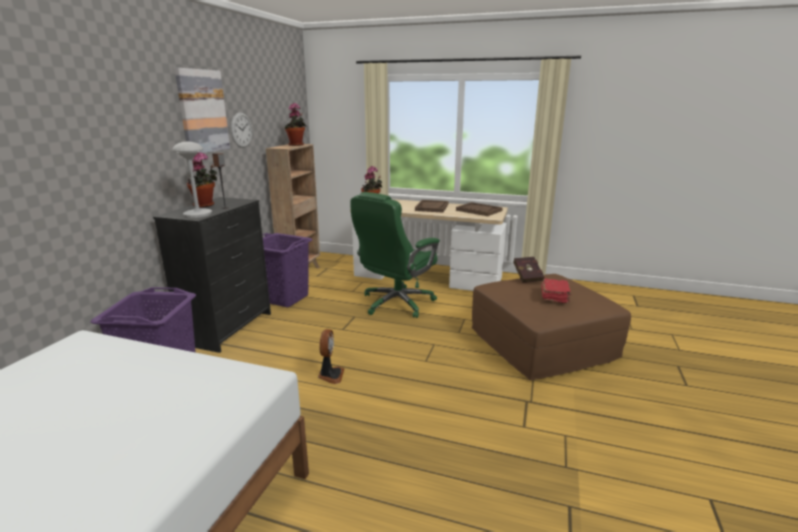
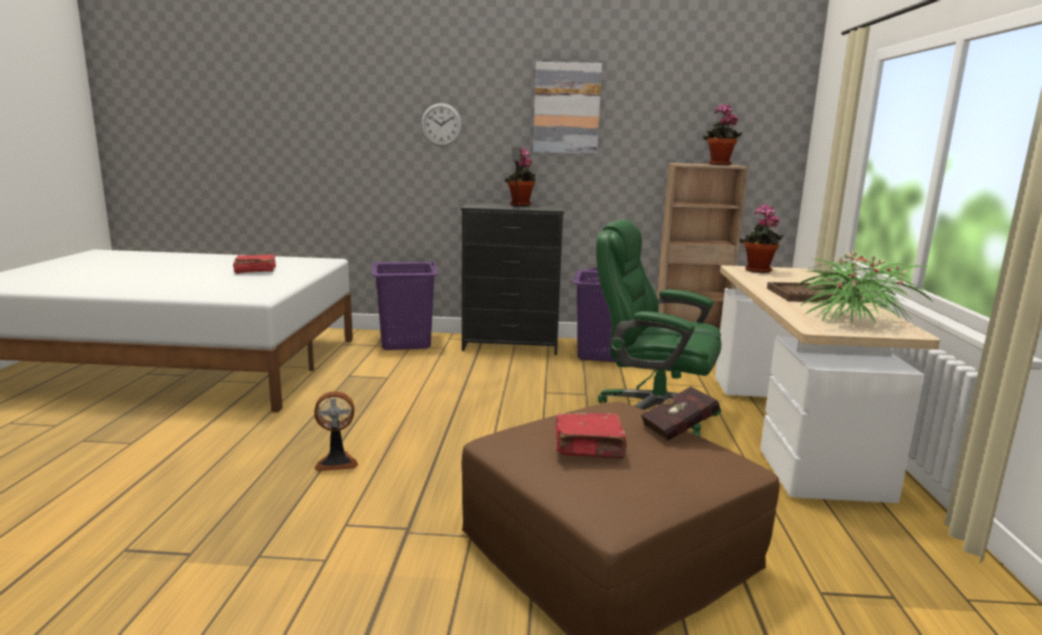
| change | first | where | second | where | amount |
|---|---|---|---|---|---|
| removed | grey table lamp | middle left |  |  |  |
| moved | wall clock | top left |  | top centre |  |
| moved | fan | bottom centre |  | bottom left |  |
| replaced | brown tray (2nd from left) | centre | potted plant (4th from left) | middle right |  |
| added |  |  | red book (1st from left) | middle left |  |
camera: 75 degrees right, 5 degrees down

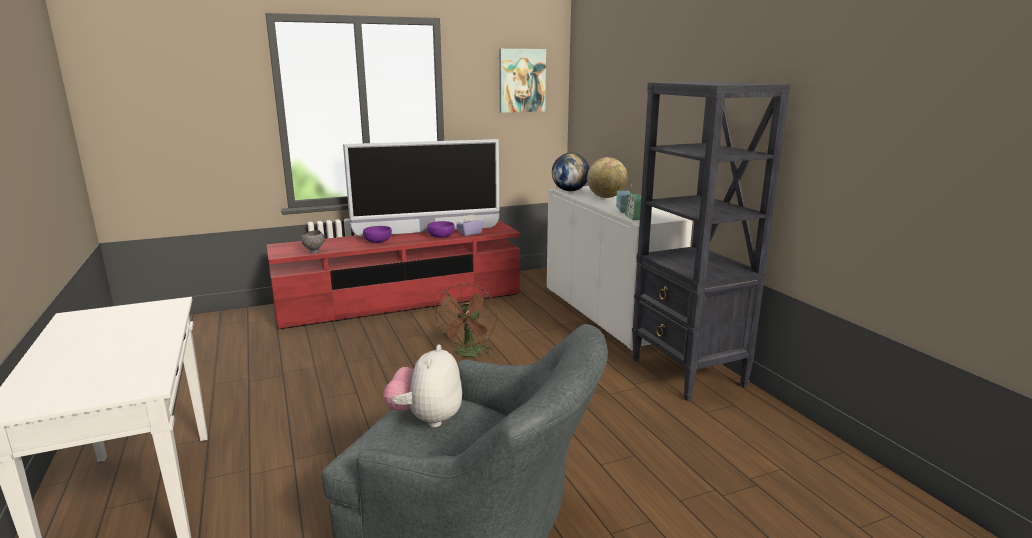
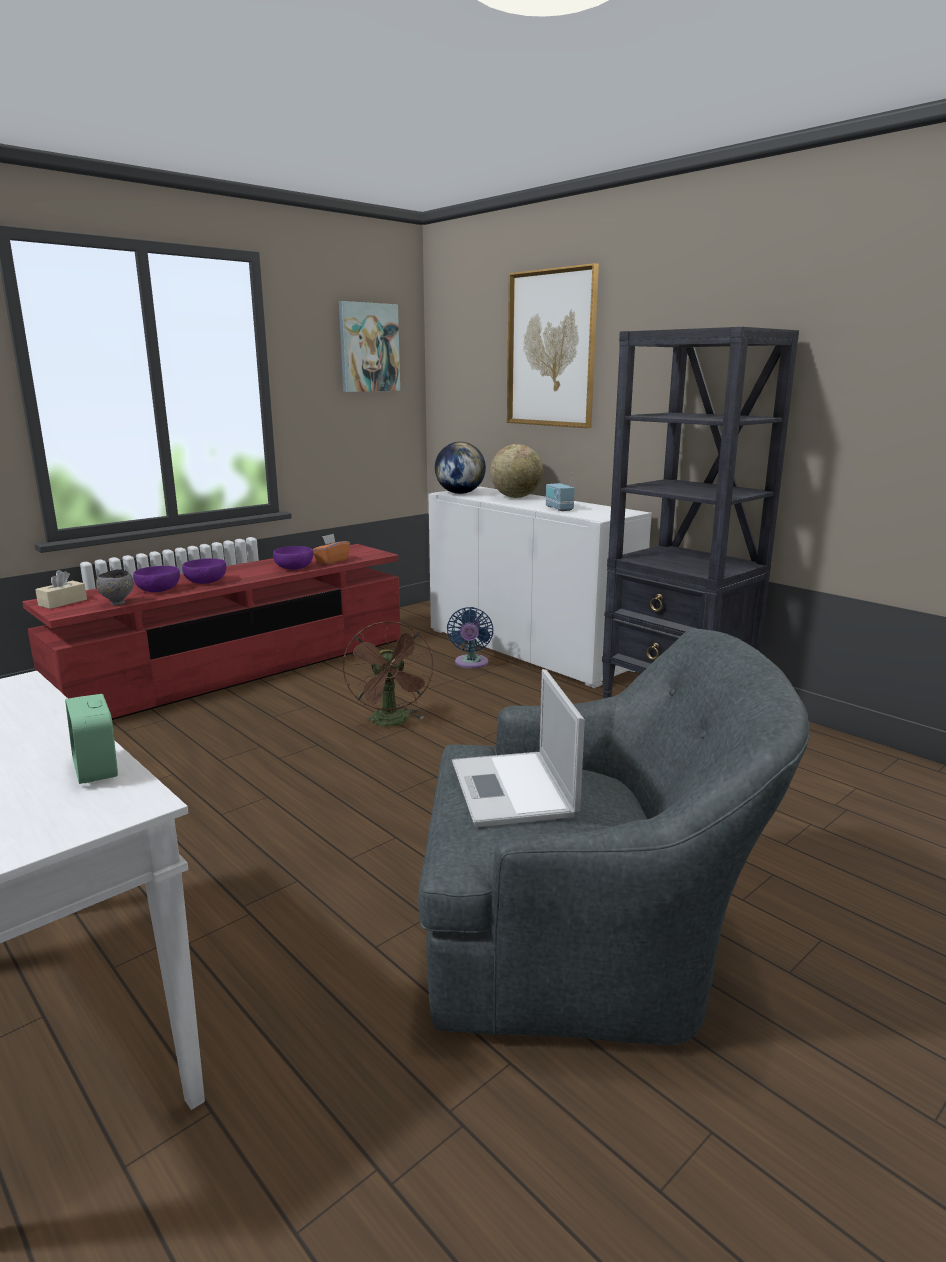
| change | first | where | second | where | amount |
|---|---|---|---|---|---|
| removed | television | centre |  |  |  |
| replaced | plush toy | bottom centre | laptop | centre |  |
| recoloured | purple tissue box | centre | orange tissue box | centre |  |
| moved | alarm clock | centre |  | middle left |  |
| added |  |  | beige tissue box | middle left |  |
| added |  |  | purple bowl (1st from left) | middle left |  |
| added |  |  | blue fan | centre |  |
| added |  |  | picture (2nd from left) | top centre |  |
camera: 20 degrees left, 0 degrees up

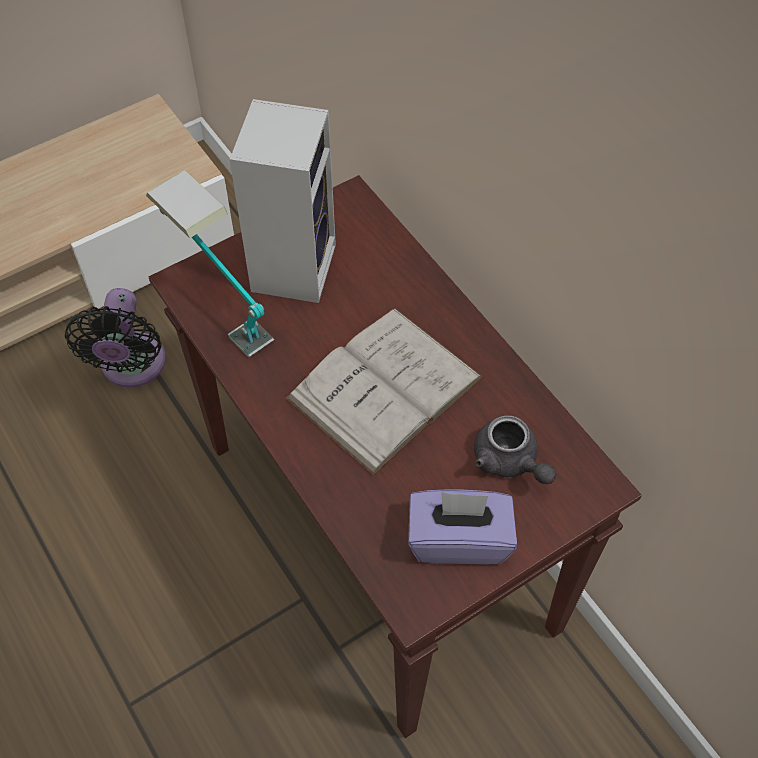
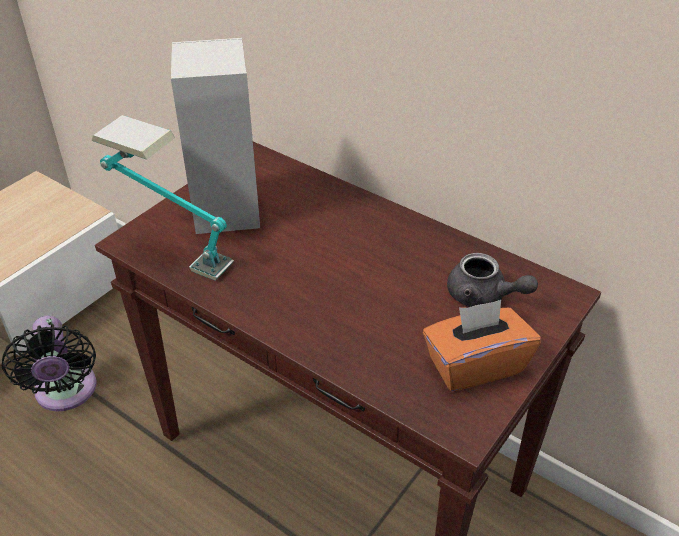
| change | first | where | second | where | amount |
|---|---|---|---|---|---|
| removed | white book | centre |  |  |  |
| recoloured | purple tissue box | bottom centre | orange tissue box | middle right |  |
camera: 20 degrees left, 15 degrees down

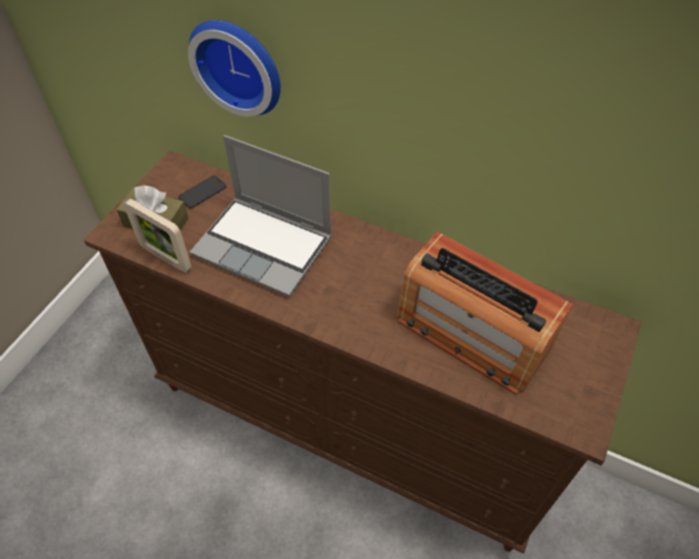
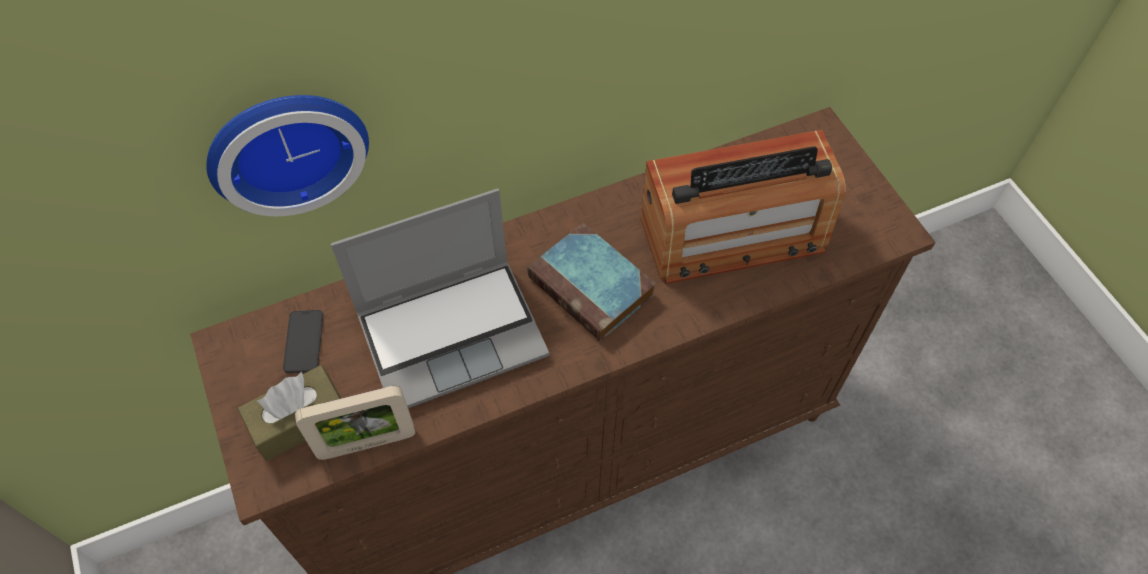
| change | first | where | second | where | amount |
|---|---|---|---|---|---|
| added |  |  | book | centre |  |
camera: 50 degrees left, 5 degrees up

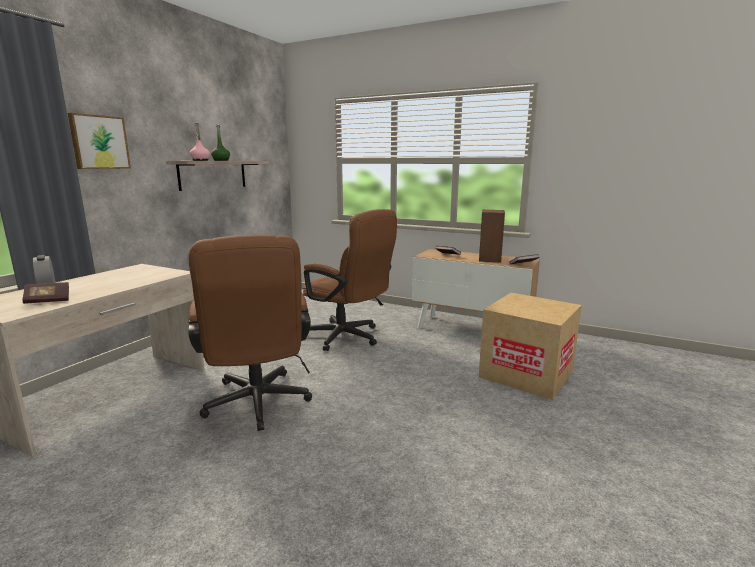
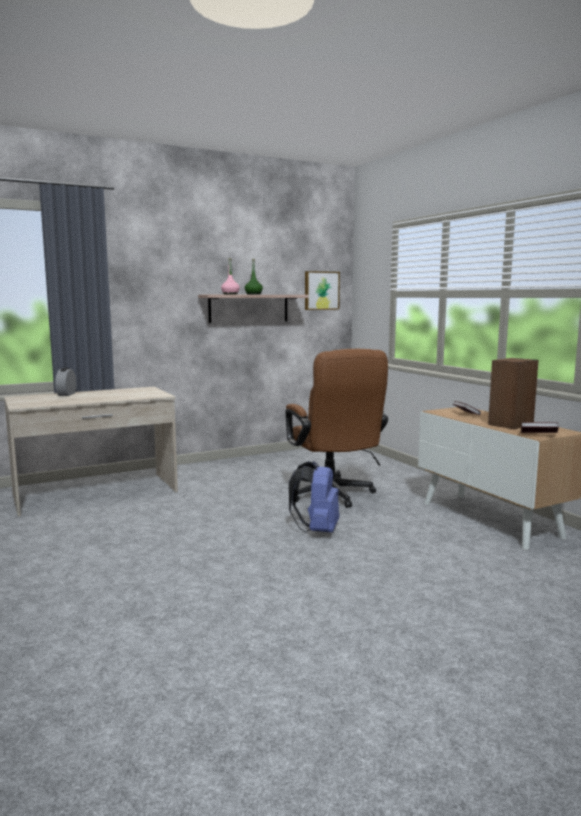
| change | first | where | second | where | amount |
|---|---|---|---|---|---|
| removed | book (1st from left) | middle left |  |  |  |
| moved | picture | top left |  | centre |  |
| removed | brown office chair (1st from left) | middle left |  |  |  |
| removed | cardboard box | middle right |  |  |  |
| added |  |  | blue backpack | centre |  |
camera: 35 degrees right, 5 degrees down

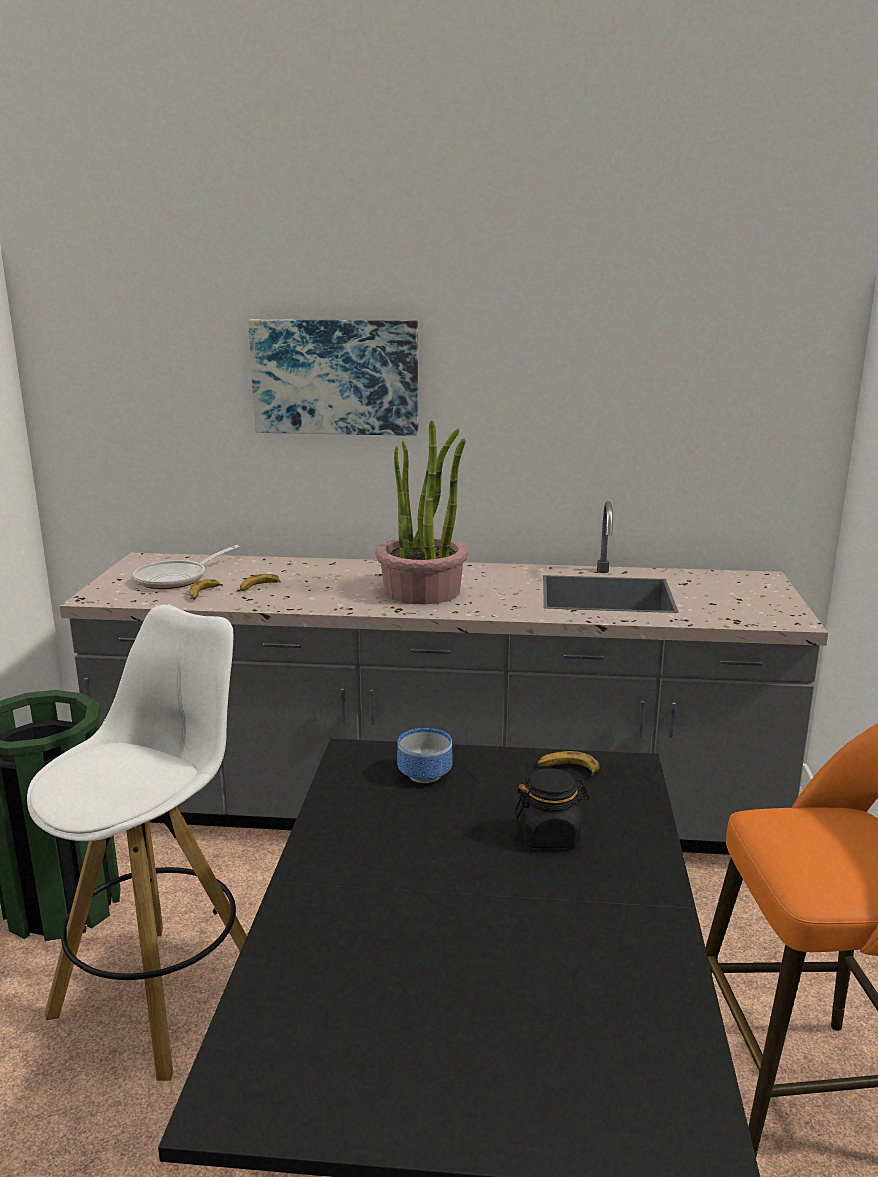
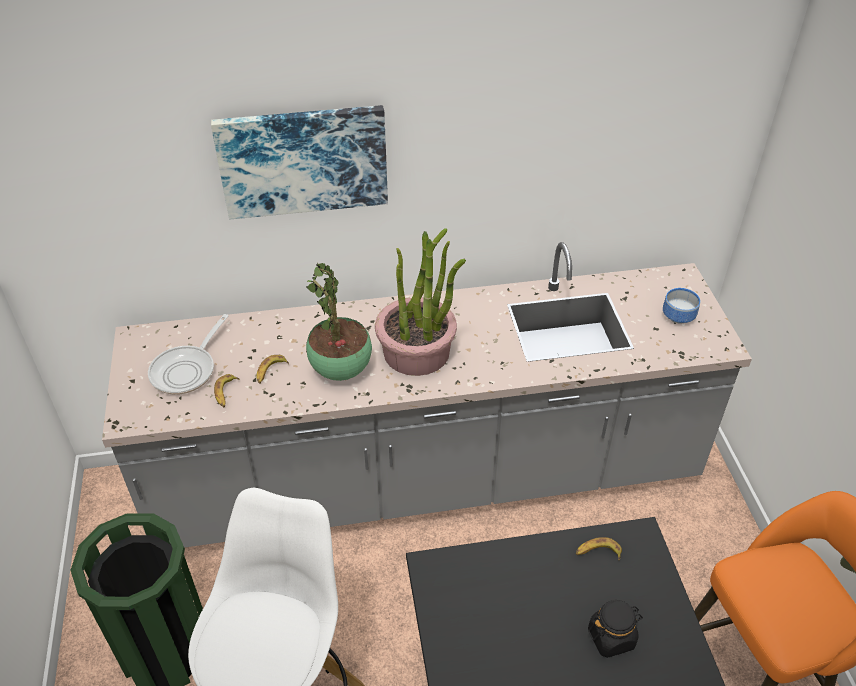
| change | first | where | second | where | amount |
|---|---|---|---|---|---|
| moved | bowl | centre |  | middle right |  |
| added |  |  | potted plant (1st from left) | centre |  |
camera: 15 degrees left, 25 degrees up

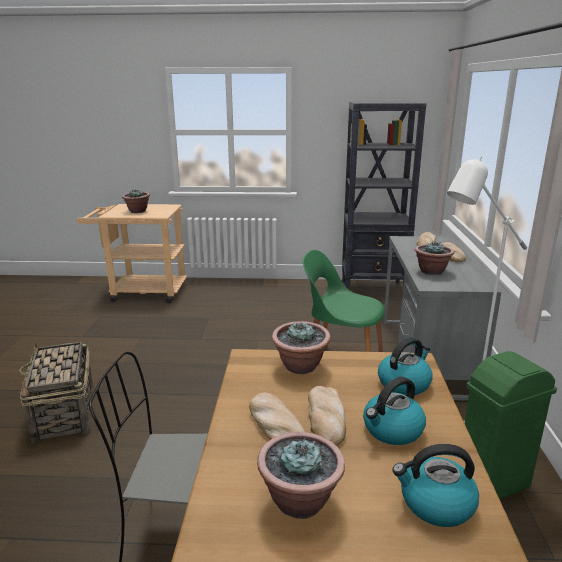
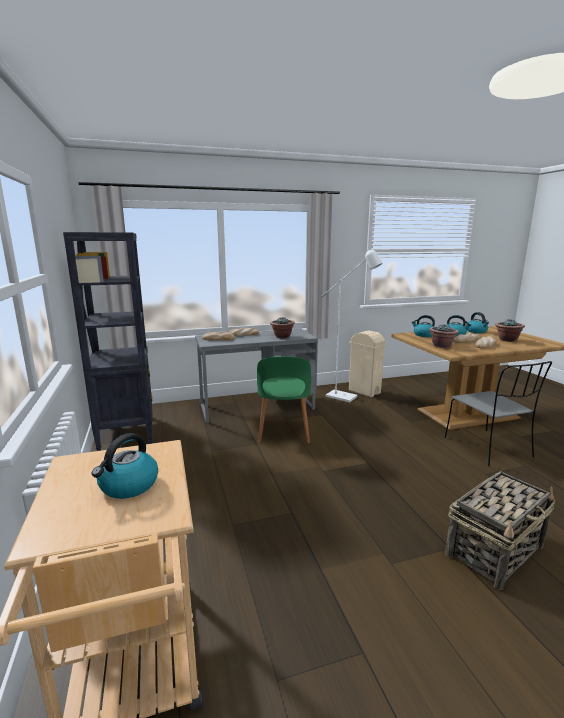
| change | first | where | second | where | amount |
|---|---|---|---|---|---|
| replaced | potted plant (1st from left) | middle left | kettle (1st from left) | middle left |  |
| recoloured | green trash can | bottom right | beige trash can | centre |  |
camera: 110 degrees left, 5 degrees down

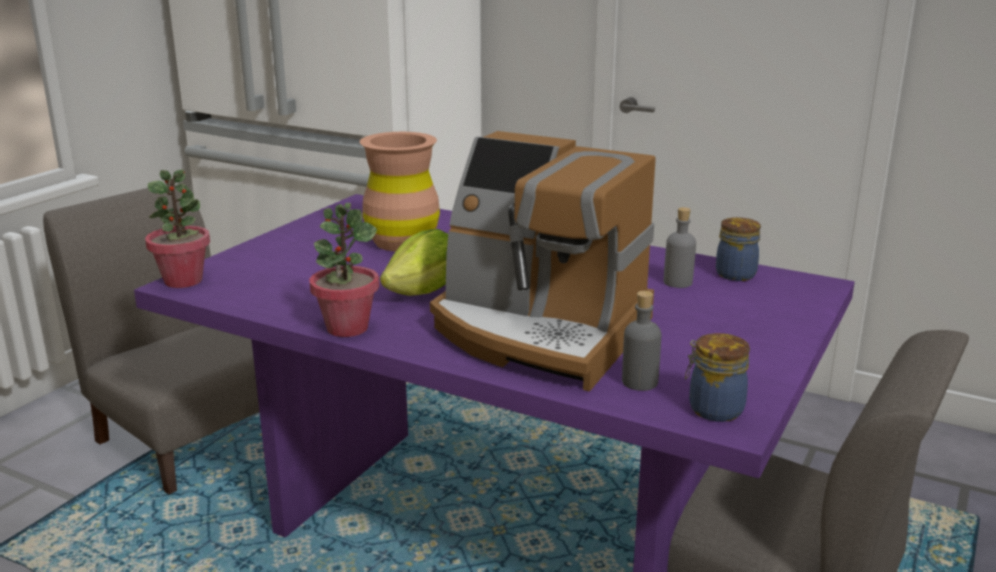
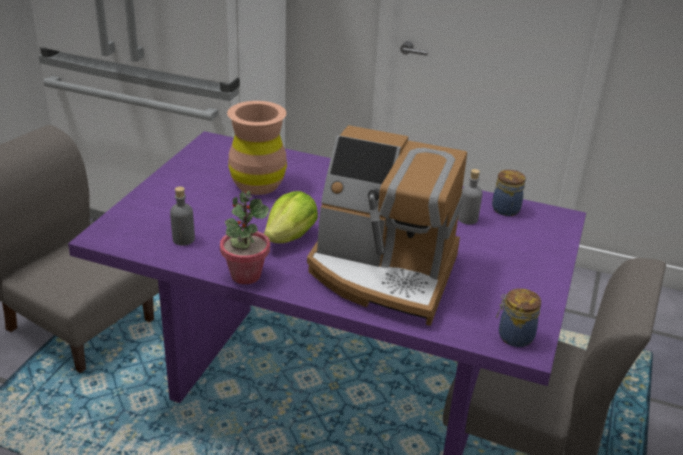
| change | first | where | second | where | amount |
|---|---|---|---|---|---|
| removed | potted plant (1st from left) | middle left |  |  |  |
| moved | grey bottle (1st from left) | centre |  | middle left |  |
camera: 10 degrees left, 10 degrees up

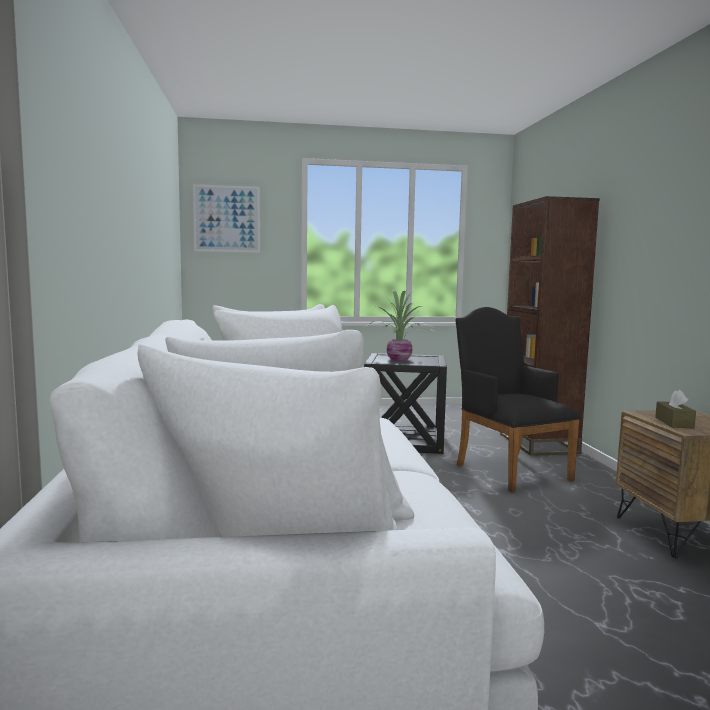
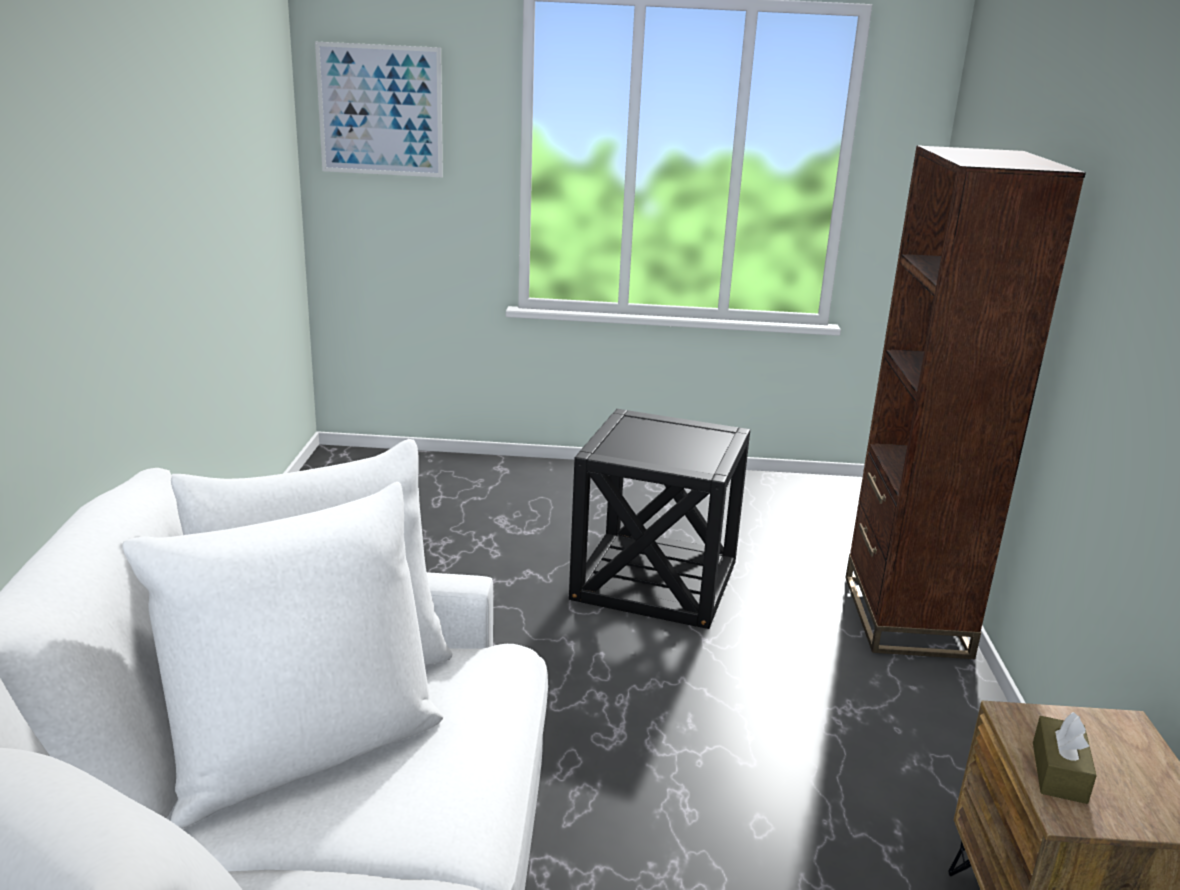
| change | first | where | second | where | amount |
|---|---|---|---|---|---|
| removed | potted plant | centre |  |  |  |
| removed | black armchair | middle right |  |  |  |
camera: 10 degrees right, 15 degrees up

